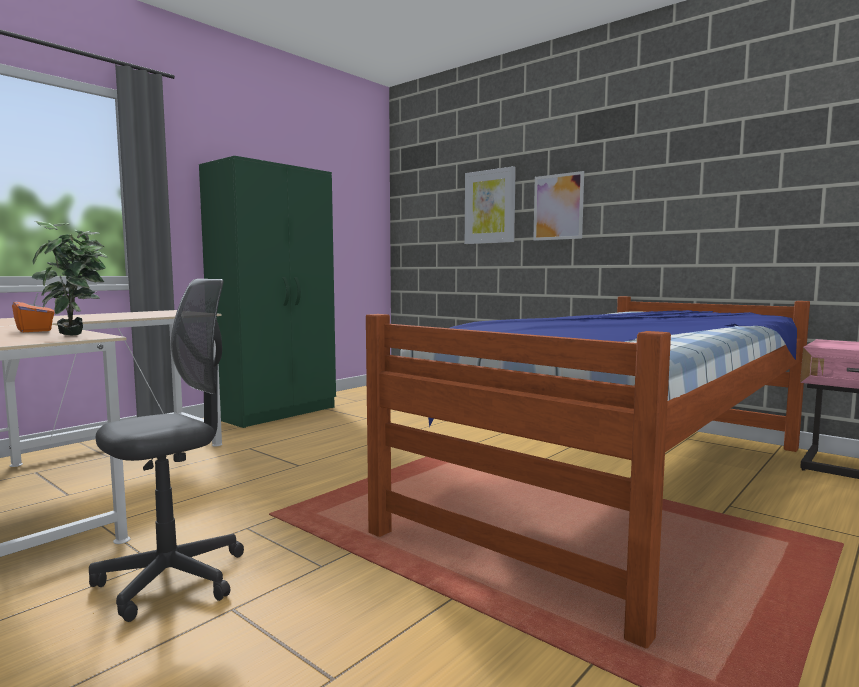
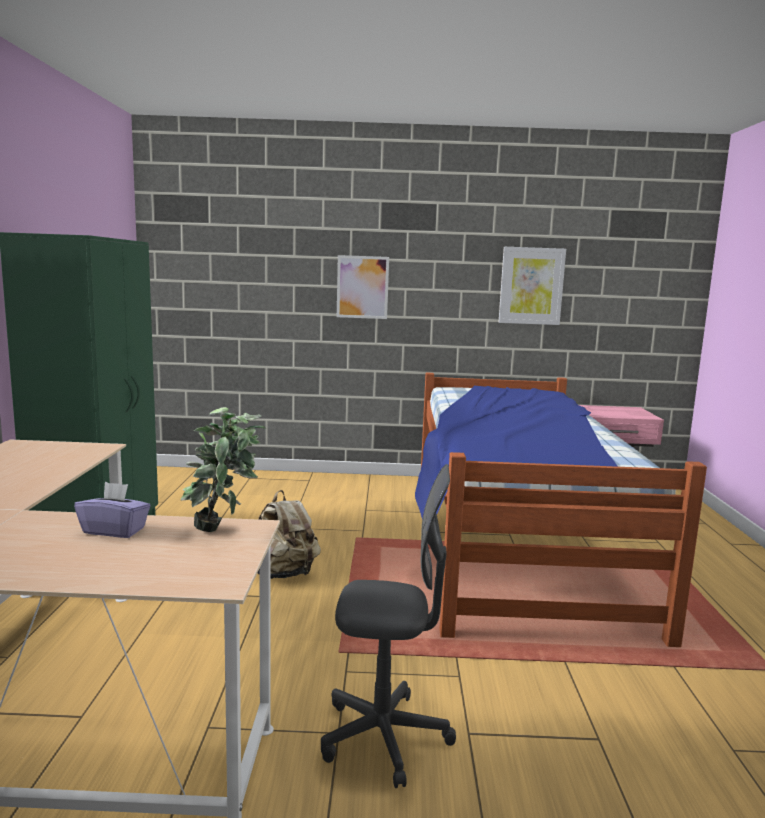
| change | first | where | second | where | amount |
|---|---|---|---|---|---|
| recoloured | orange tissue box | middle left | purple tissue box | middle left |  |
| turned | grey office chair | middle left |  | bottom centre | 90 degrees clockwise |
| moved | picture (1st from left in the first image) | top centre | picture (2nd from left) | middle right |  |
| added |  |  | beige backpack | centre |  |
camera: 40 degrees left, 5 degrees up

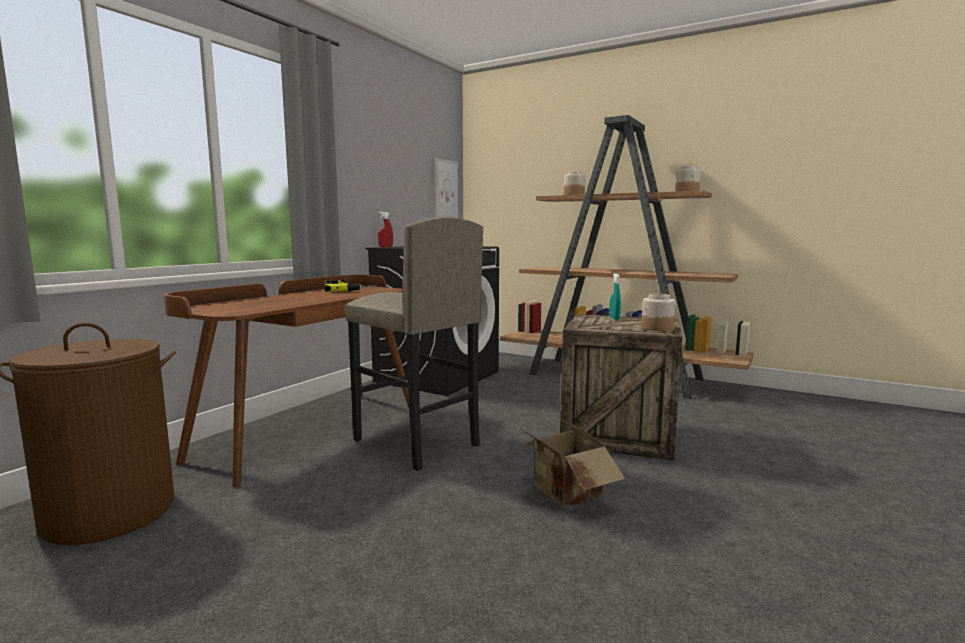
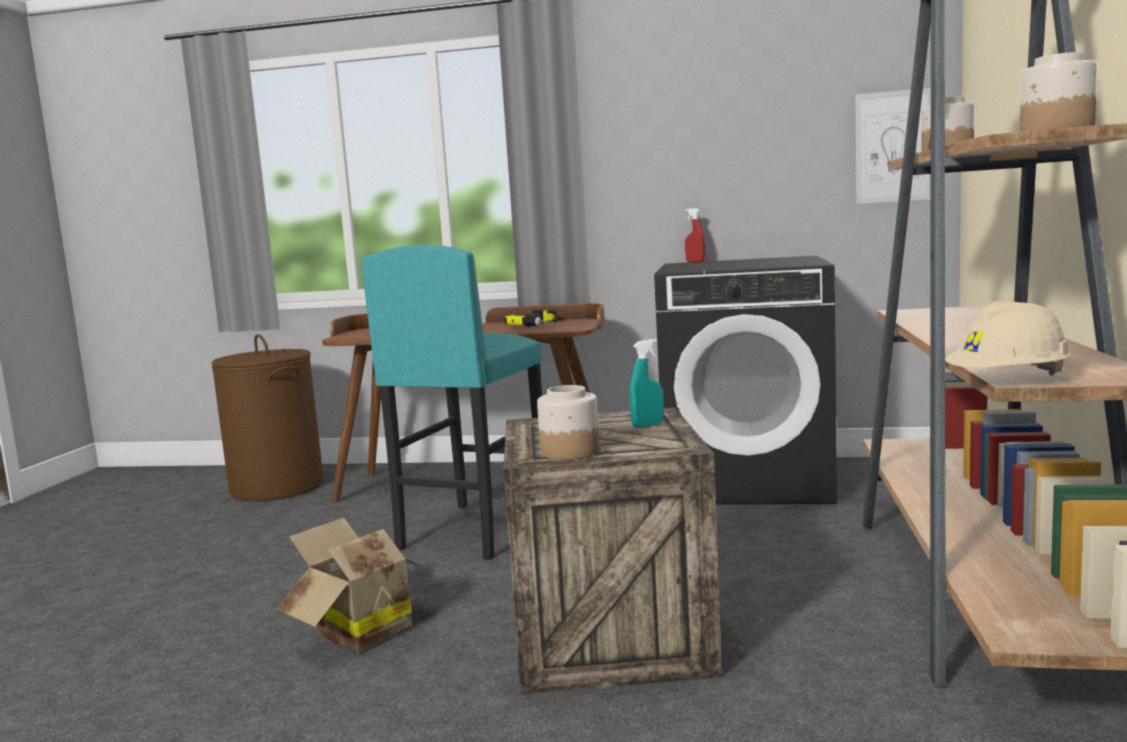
| change | first | where | second | where | amount |
|---|---|---|---|---|---|
| recoloured | grey stool | centre | turquoise stool | centre |  |
| added |  |  | beige hard hat | middle right |  |
camera: 70 degrees right, 0 degrees up

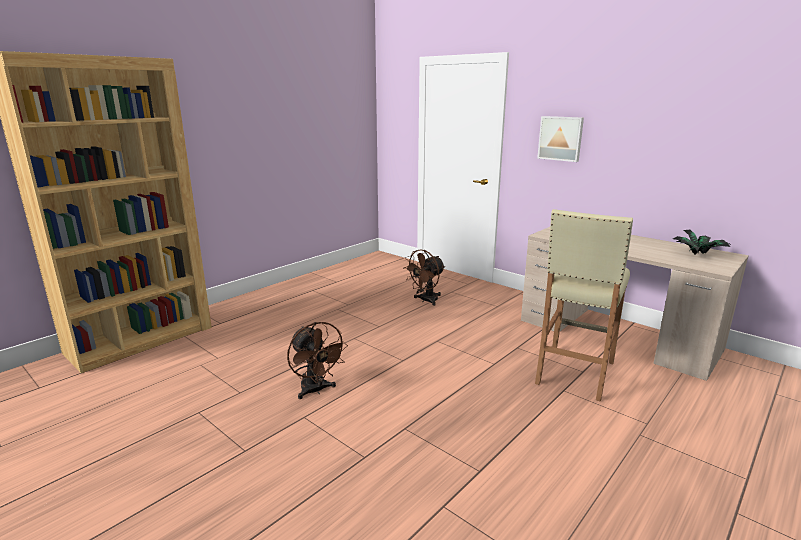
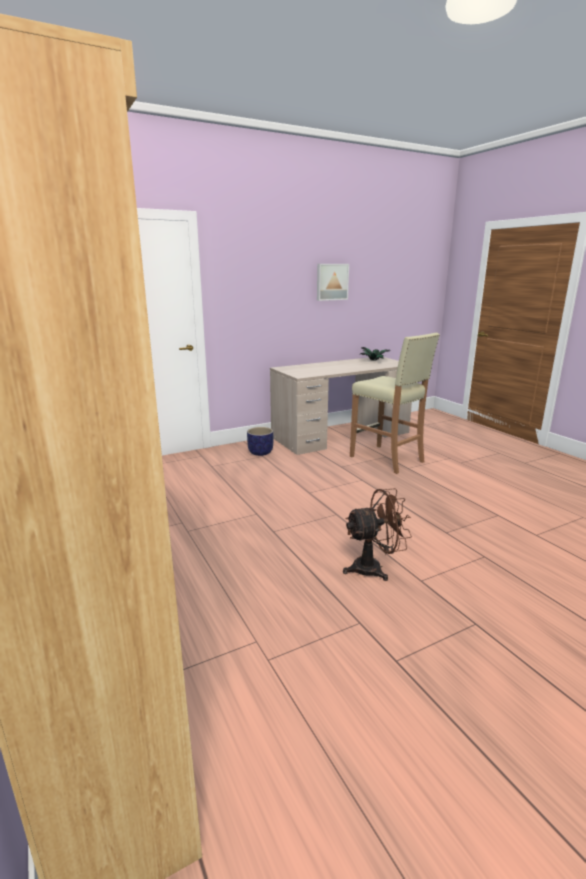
| change | first | where | second | where | amount |
|---|---|---|---|---|---|
| removed | brown fan (2nd from left) | centre |  |  |  |
| moved | picture | top right |  | top centre |  |
| added |  |  | planter | centre |  |
camera: 70 degrees left, 0 degrees up

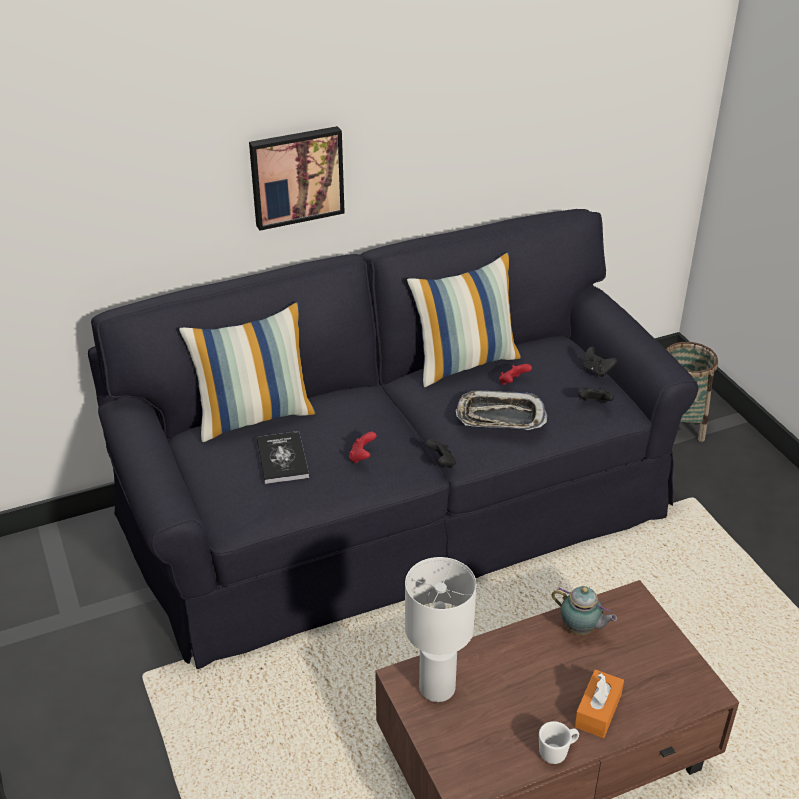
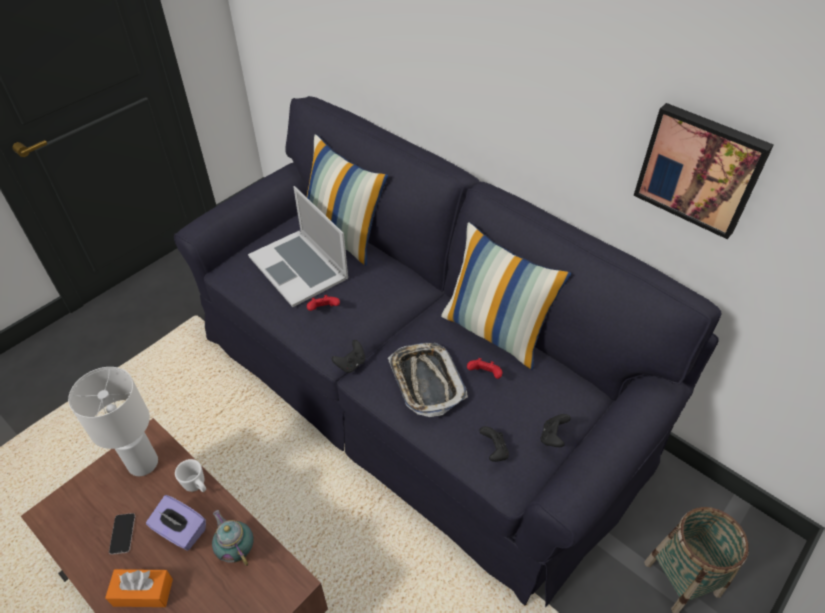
| change | first | where | second | where | amount |
|---|---|---|---|---|---|
| moved | picture | top centre |  | top right |  |
| replaced | book | centre | laptop | centre |  |
| moved | white mug | bottom right |  | bottom left |  |
| turned | teapot | bottom right |  | bottom left | 135 degrees clockwise |
| added |  |  | phone | bottom left |  |
| added |  |  | purple tissue box | bottom left |  |
camera: 65 degrees right, 10 degrees up

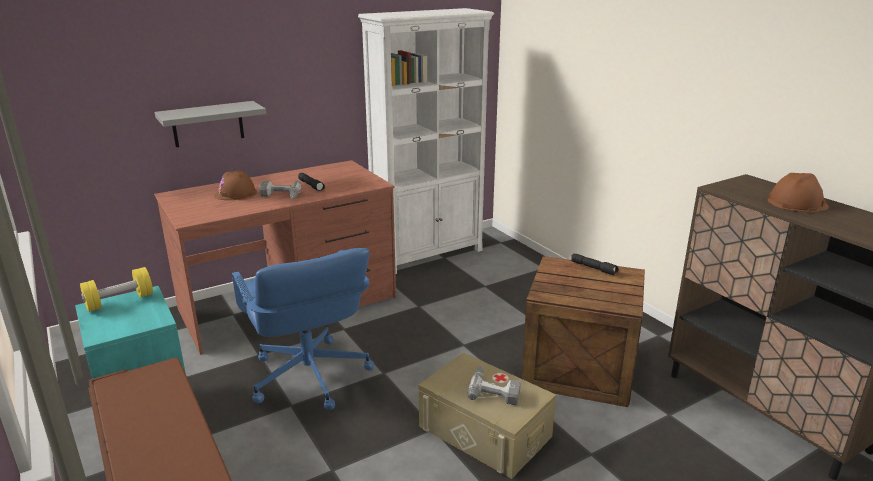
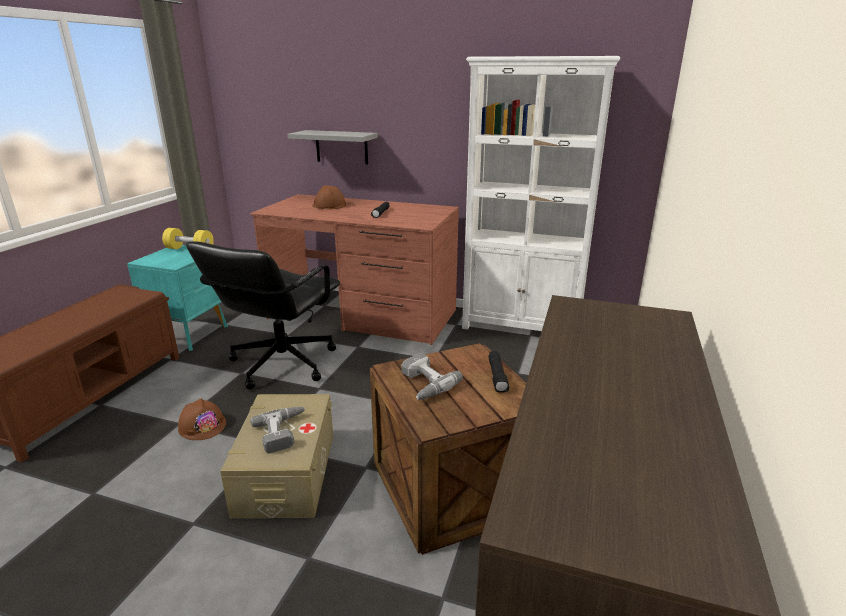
| change | first | where | second | where | amount |
|---|---|---|---|---|---|
| recoloured | blue office chair | bottom centre | black office chair | middle left |  |
| moved | power drill (1st from left in the first image) | middle left | power drill (2nd from left) | centre |  |
| moved | brown hard hat (2nd from left in the first image) | middle right | brown hard hat (1st from left) | bottom left |  |
camera: 50 degrees right, 0 degrees up

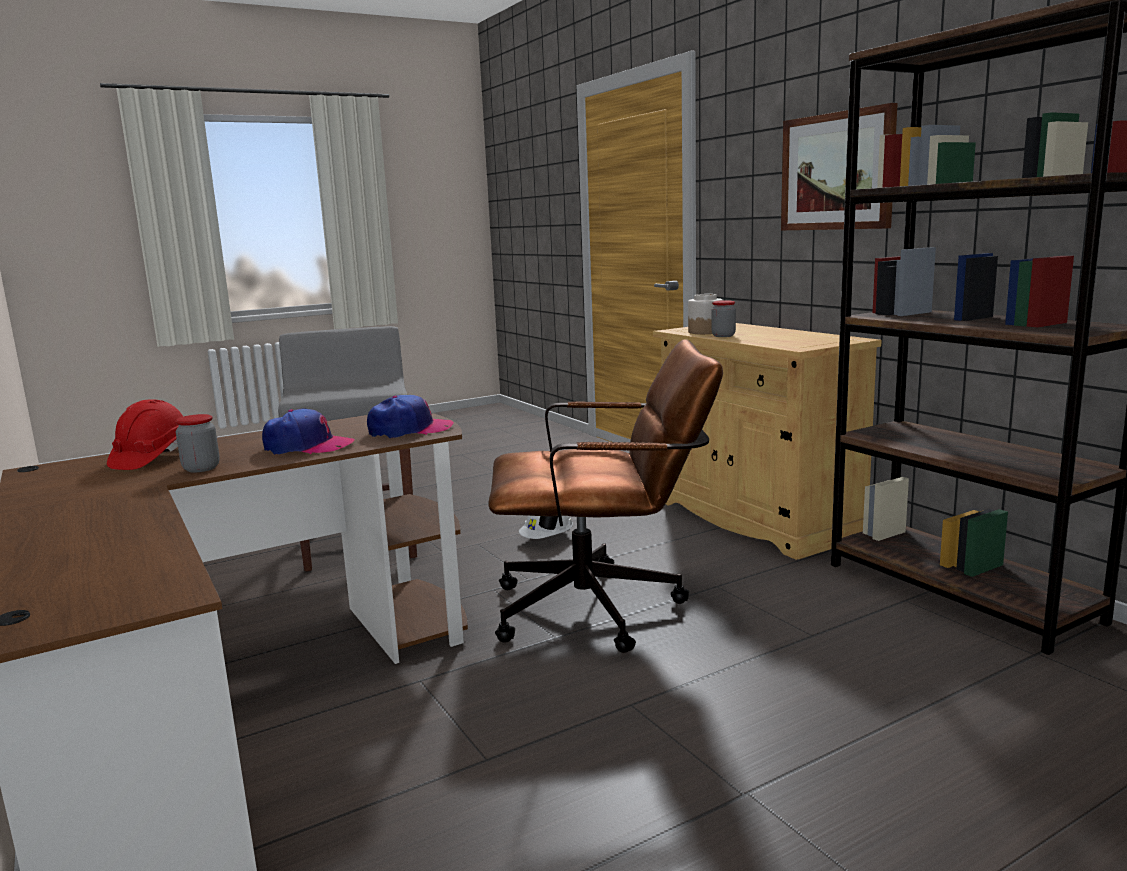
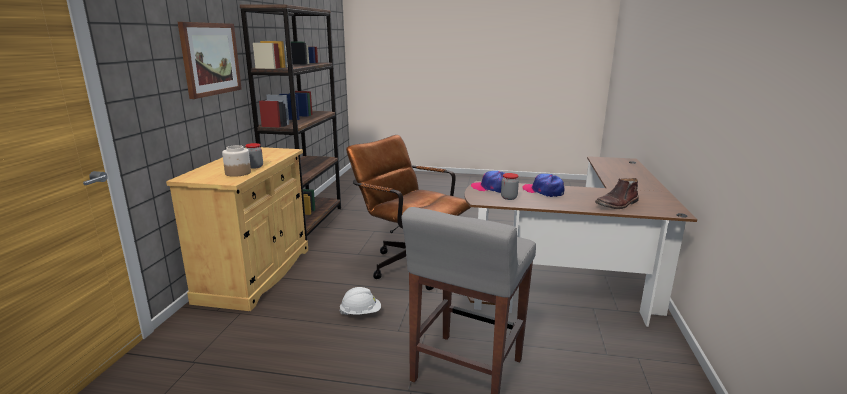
| change | first | where | second | where | amount |
|---|---|---|---|---|---|
| replaced | red hard hat | middle left | brown boot | middle right |  |
| moved | jar (1st from left in the first image) | middle left | jar (3rd from left) | centre |  |
camera: 140 degrees left, 5 degrees up

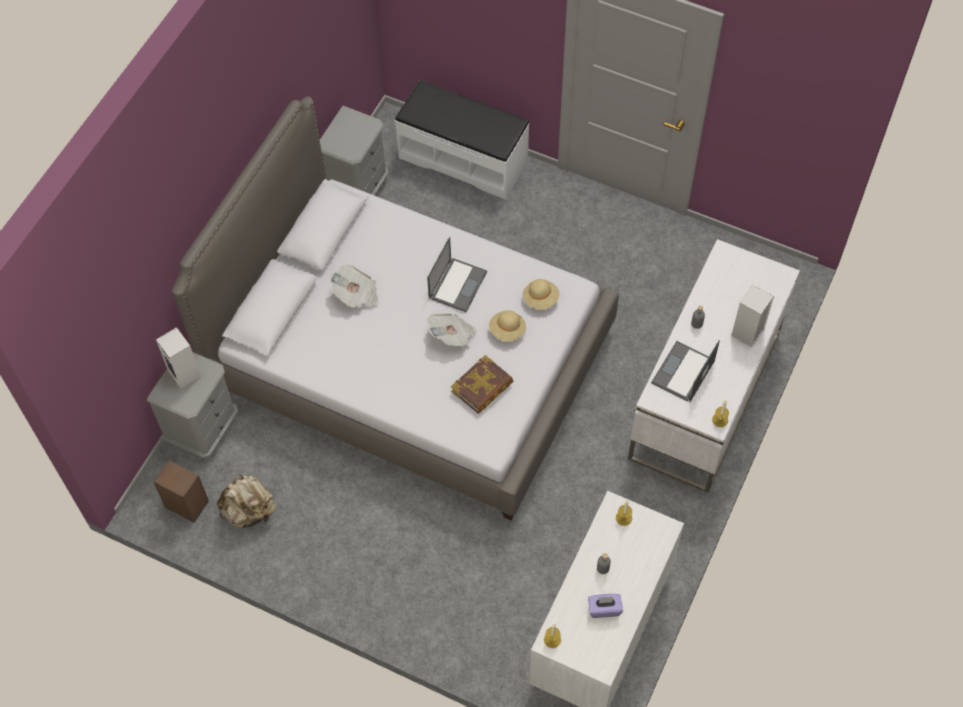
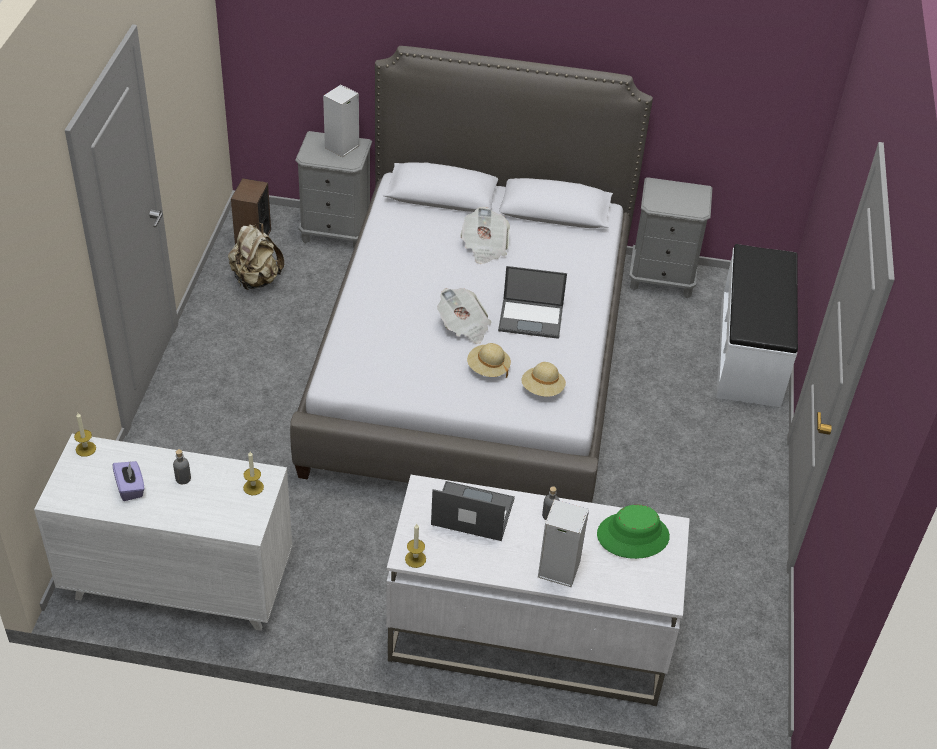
| change | first | where | second | where | amount |
|---|---|---|---|---|---|
| removed | book | centre |  |  |  |
| added |  |  | green hat | bottom right |  |
camera: 70 degrees right, 15 degrees down

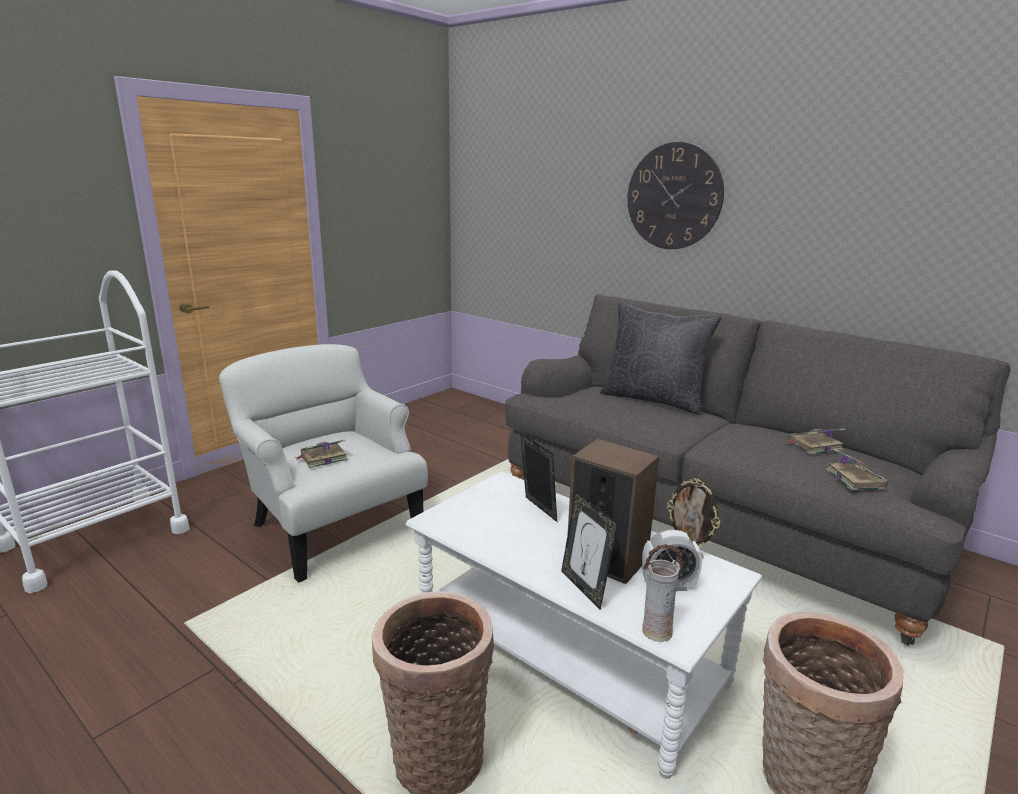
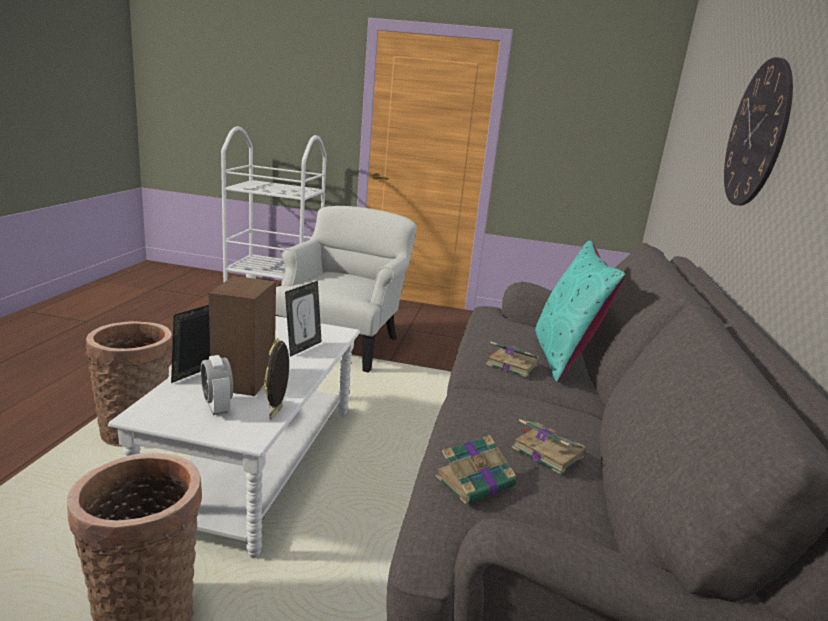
| change | first | where | second | where | amount |
|---|---|---|---|---|---|
| moved | book (1st from left in the first image) | middle left | book (2nd from left) | centre |  |
| recoloured | black pillow | centre | turquoise pillow | middle right |  |
| removed | vase | bottom centre |  |  |  |
camera: 60 degrees right, 0 degrees up

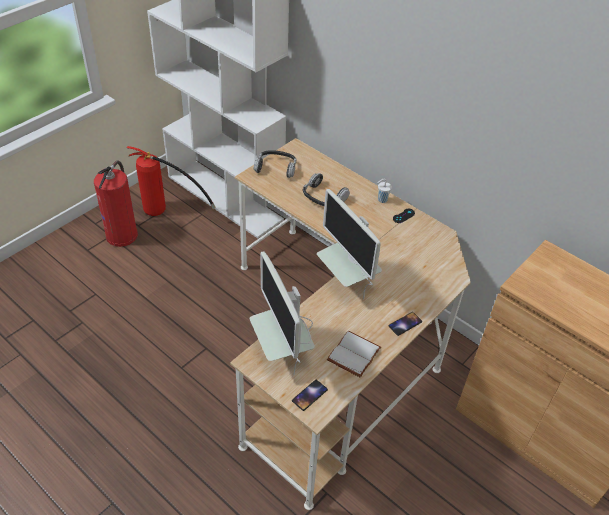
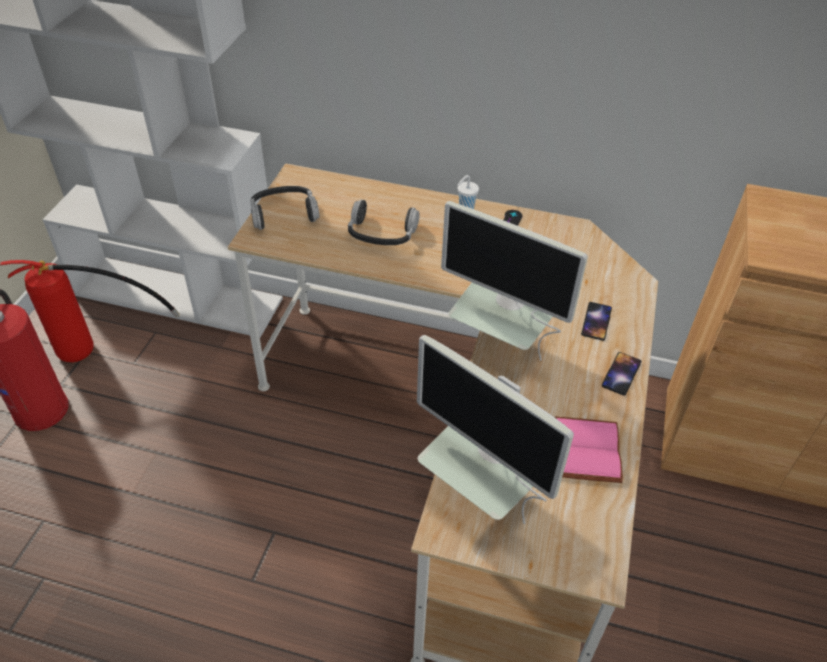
| change | first | where | second | where | amount |
|---|---|---|---|---|---|
| moved | phone (1st from left) | bottom centre |  | middle right |  |
| recoloured | white book | bottom centre | pink book | bottom right |  |
camera: 25 degrees left, 0 degrees up

